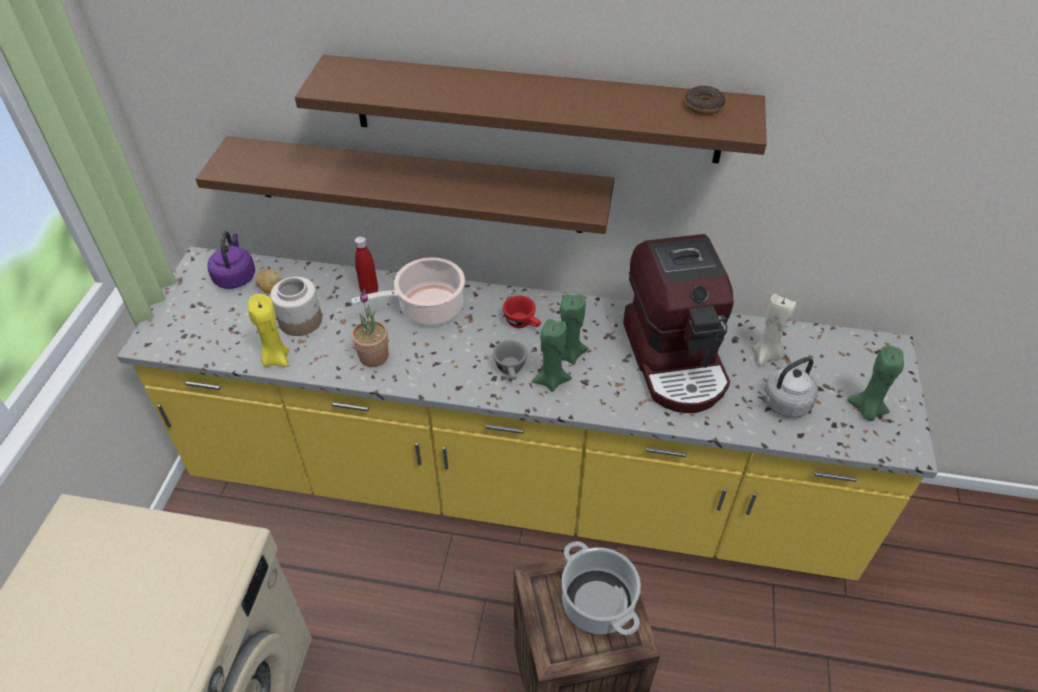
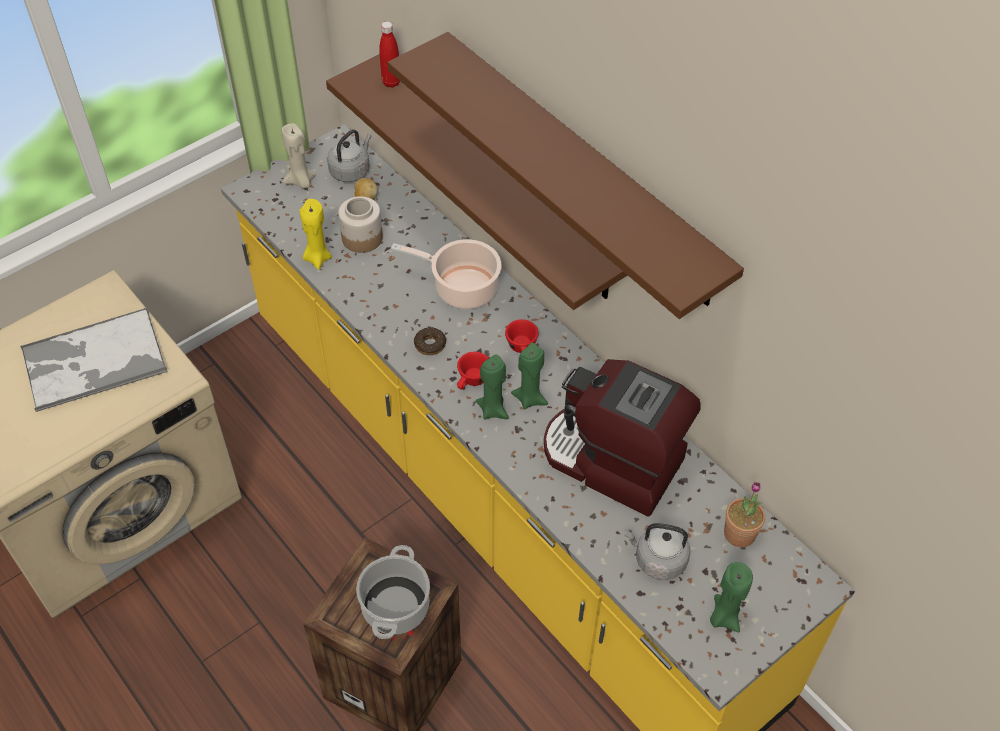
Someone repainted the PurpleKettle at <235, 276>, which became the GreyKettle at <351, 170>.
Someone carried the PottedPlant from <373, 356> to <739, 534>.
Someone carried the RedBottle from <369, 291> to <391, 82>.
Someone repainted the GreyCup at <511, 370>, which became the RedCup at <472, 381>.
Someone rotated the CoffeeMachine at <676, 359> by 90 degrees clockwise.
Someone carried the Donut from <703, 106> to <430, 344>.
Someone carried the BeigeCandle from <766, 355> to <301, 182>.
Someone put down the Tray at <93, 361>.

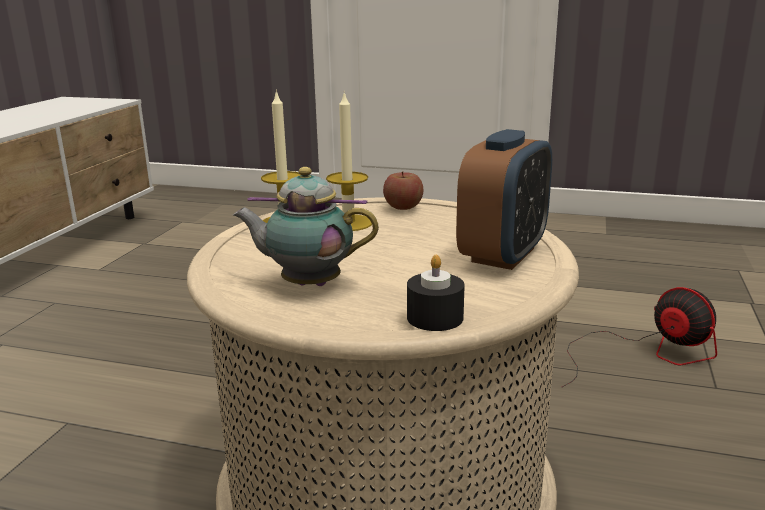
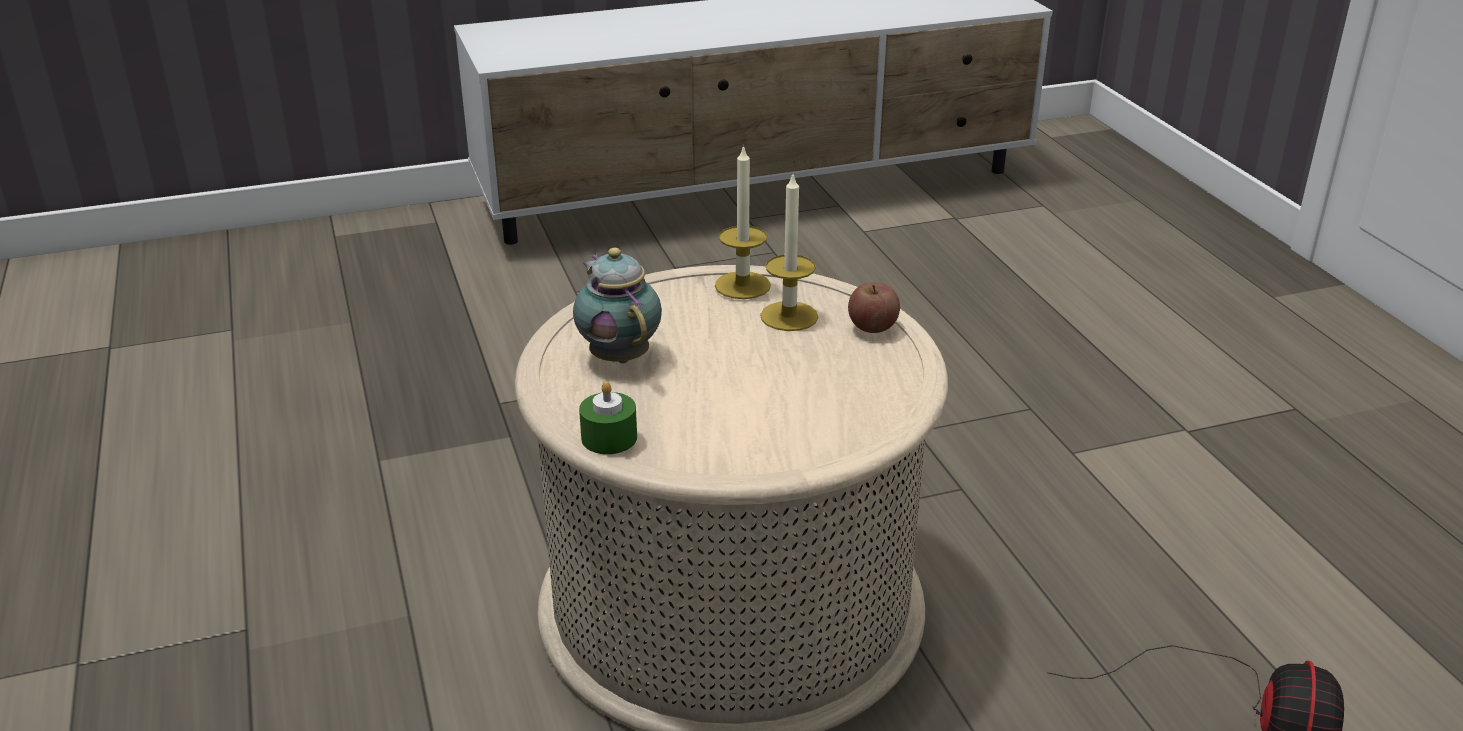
Someone repainted the BlackCandle at <435, 317>, which became the GreenCandle at <609, 438>.
Someone took away the AlarmClock at <503, 255>.

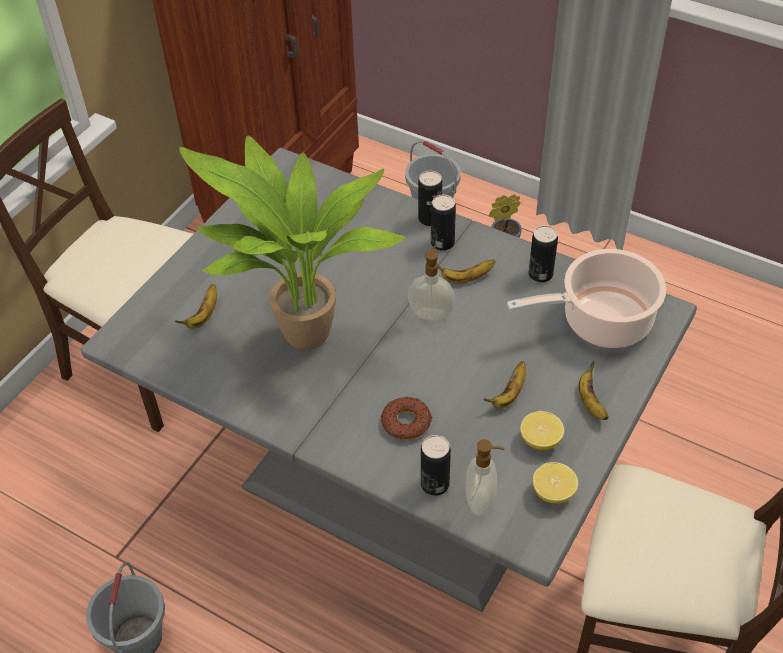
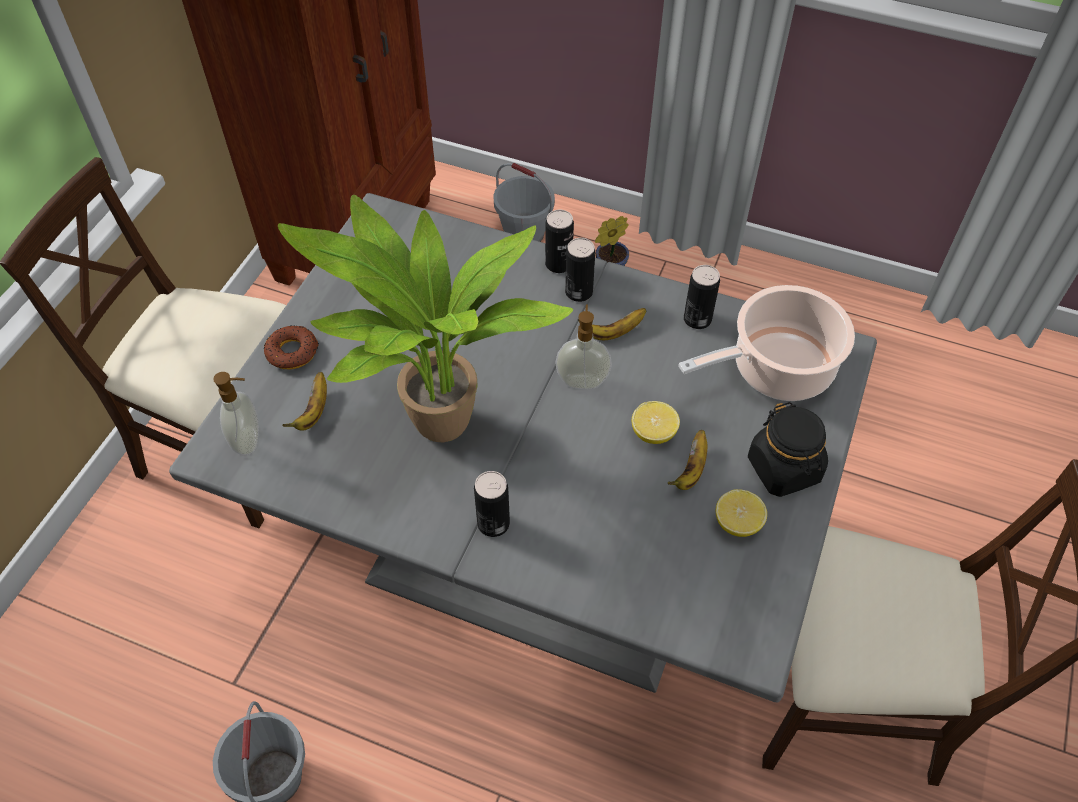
Someone carried the Donut from <406, 422> to <292, 352>.
Someone carried the Can from <435, 484> to <493, 523>.
Someone carried the SoapDispenser from <481, 501> to <249, 440>.
Someone carried the Lemon from <553, 492> to <653, 433>.
Someone swapped the Banana at <590, 402> for the BlackJar at <784, 469>.

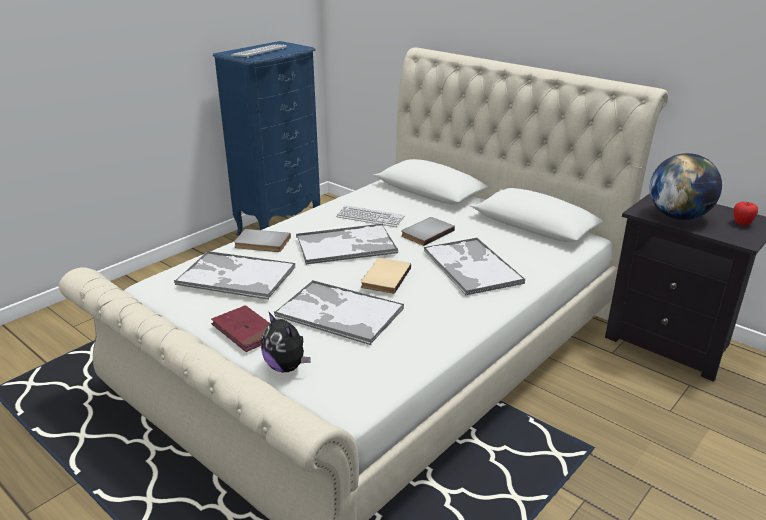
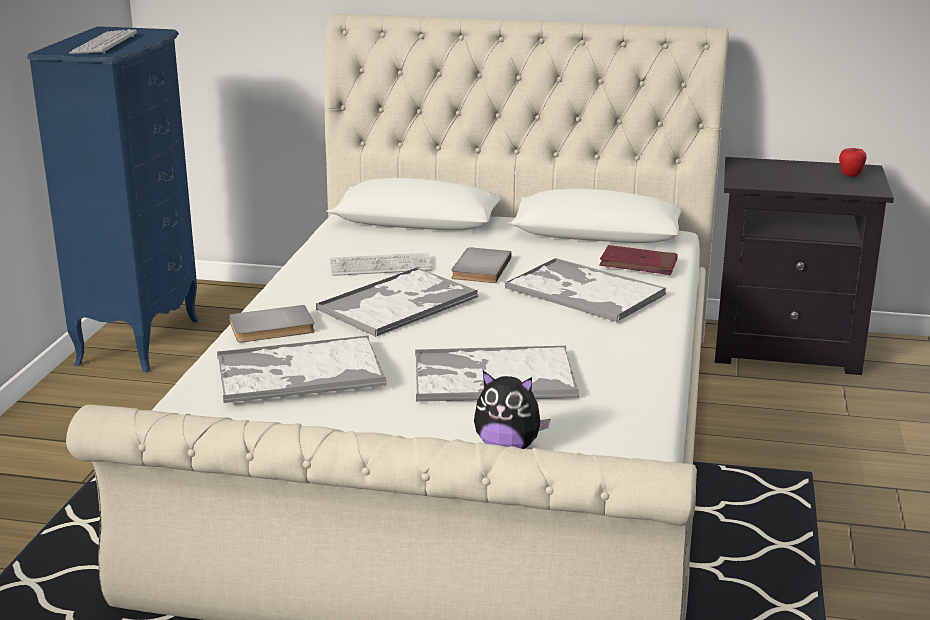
Someone carried the RedBook from <246, 331> to <638, 264>.
Someone took away the BeigeBook at <384, 277>.
Someone took away the Globe at <678, 216>.

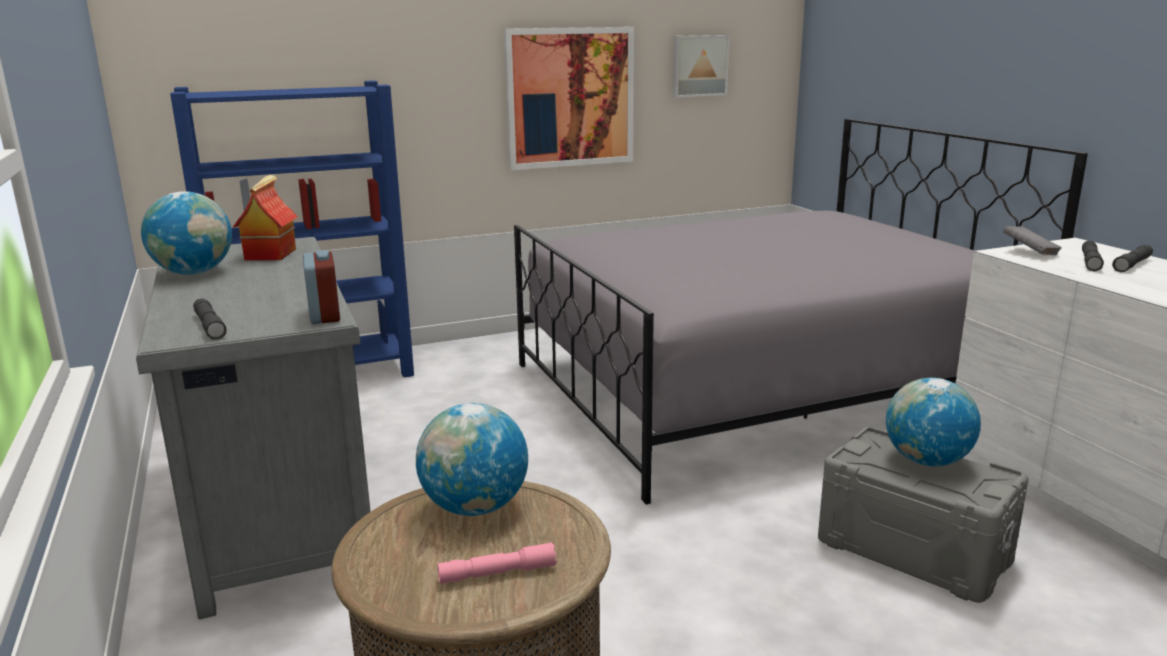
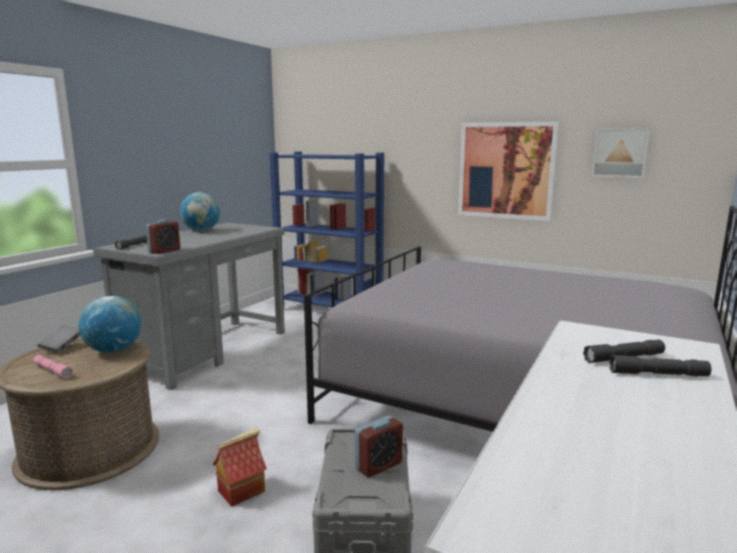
Someone carried the ToyHouse from <270, 254> to <242, 490>.
Someone swapped the Globe at <926, 461> for the AlarmClock at <378, 465>.
Someone carried the GreyBook from <1029, 253> to <61, 347>.

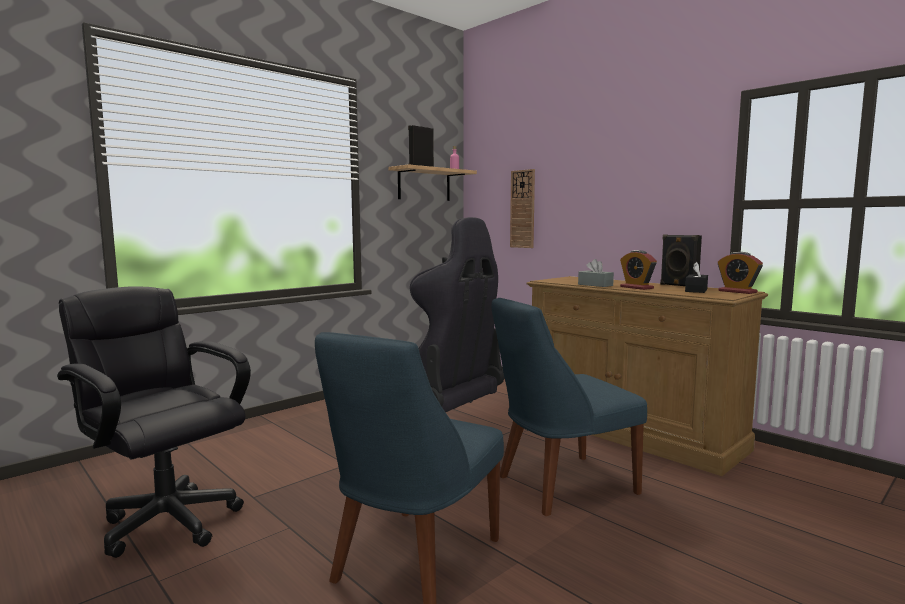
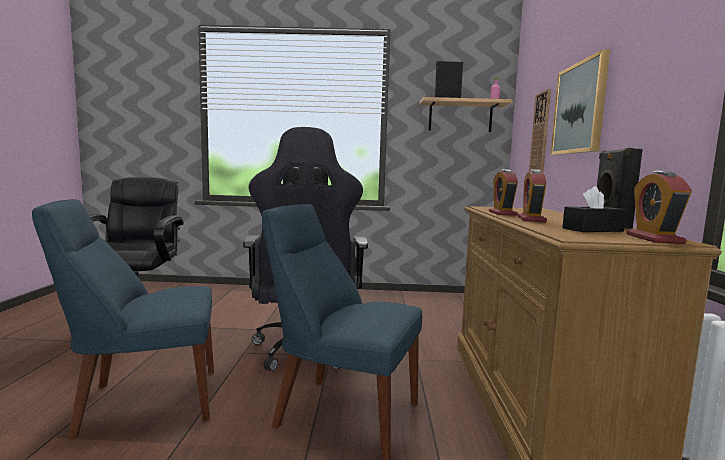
Someone swapped the GreyTissueBox at <595, 285> for the AlarmClock at <502, 213>.
Someone put up the Picture at <580, 108>.

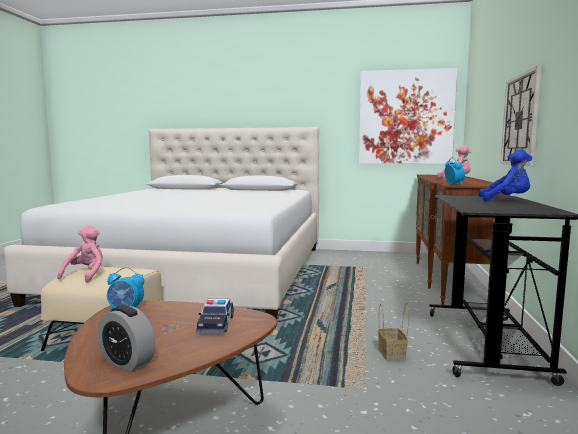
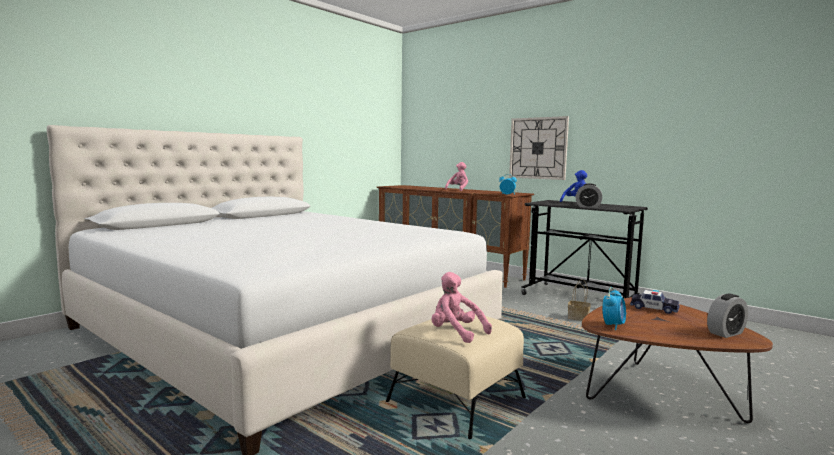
Someone took away the Picture at <406, 117>.
Someone put down the AlarmClock at <588, 206>.

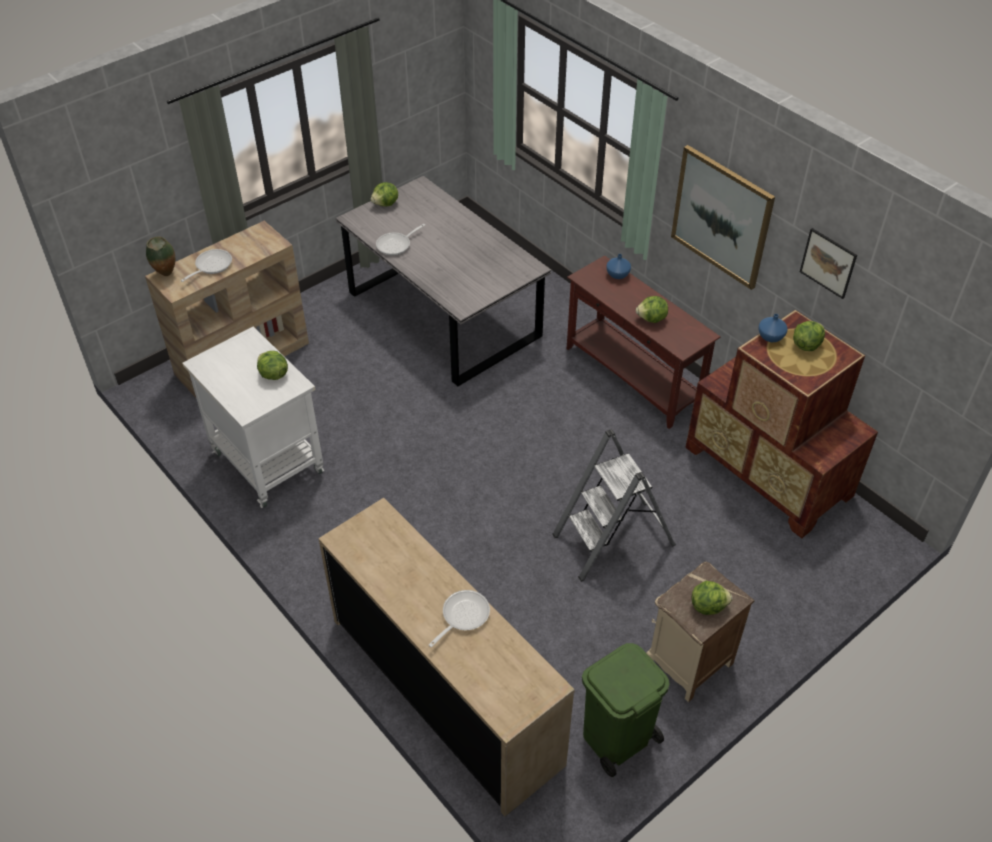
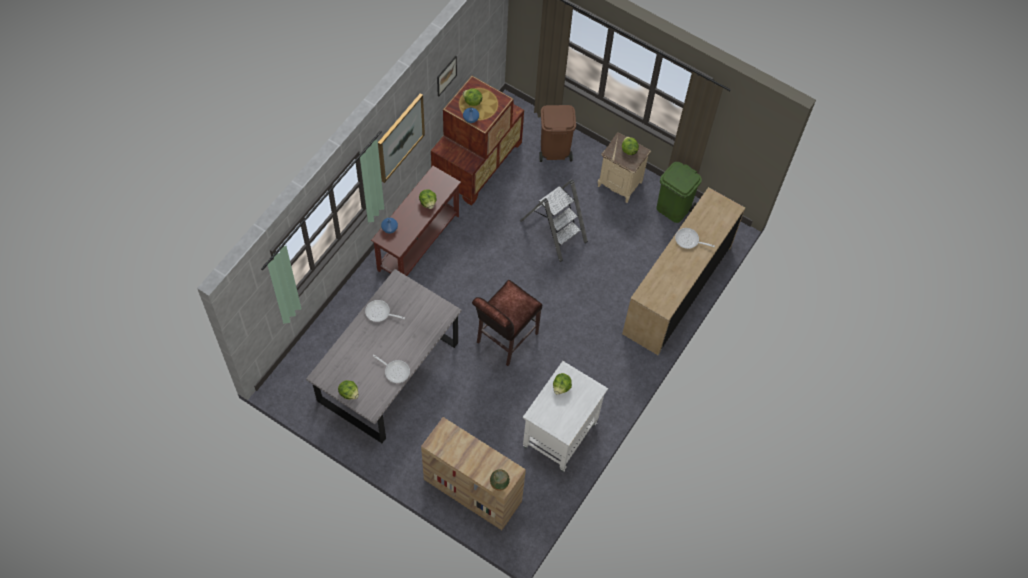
Someone carried the FryingPan from <211, 266> to <380, 313>.
Someone put down the BrownStool at <504, 340>.
Someone put down the BrownTrashCan at <554, 150>.

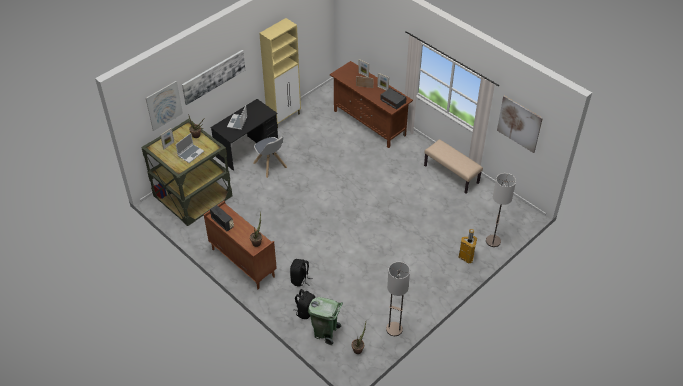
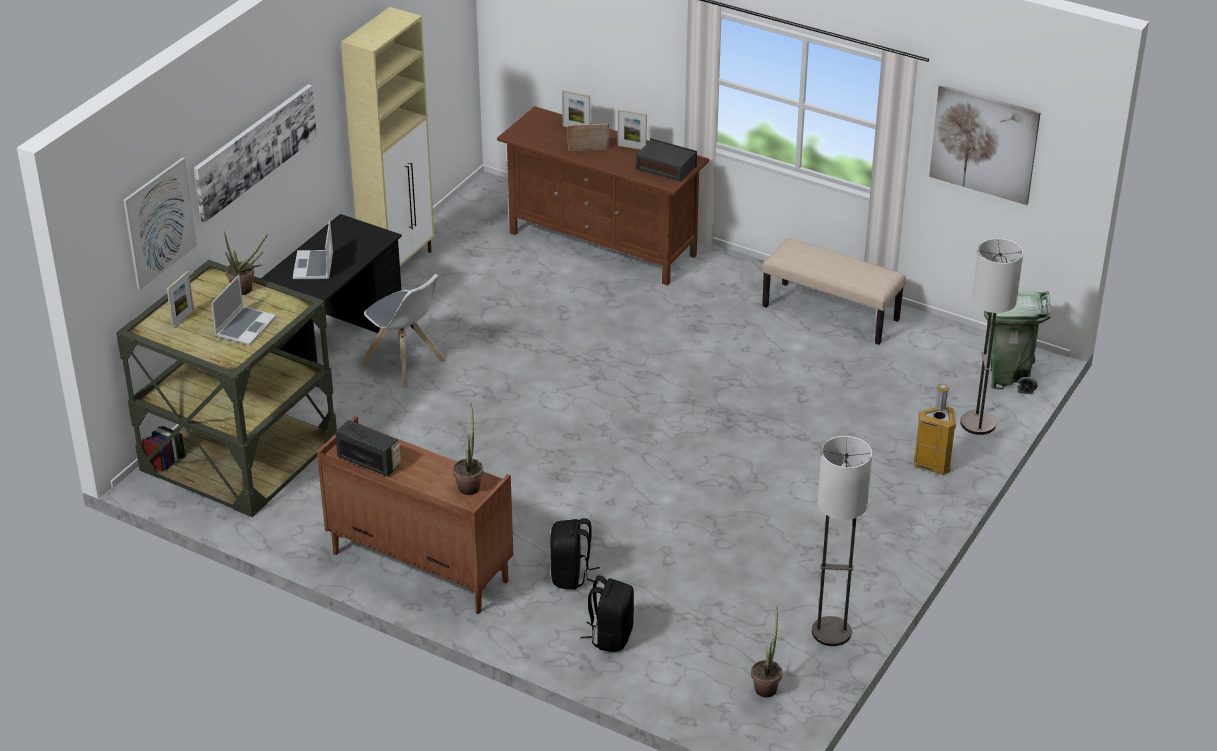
Someone carried the GreenTrashCan from <325, 332> to <1009, 378>.

